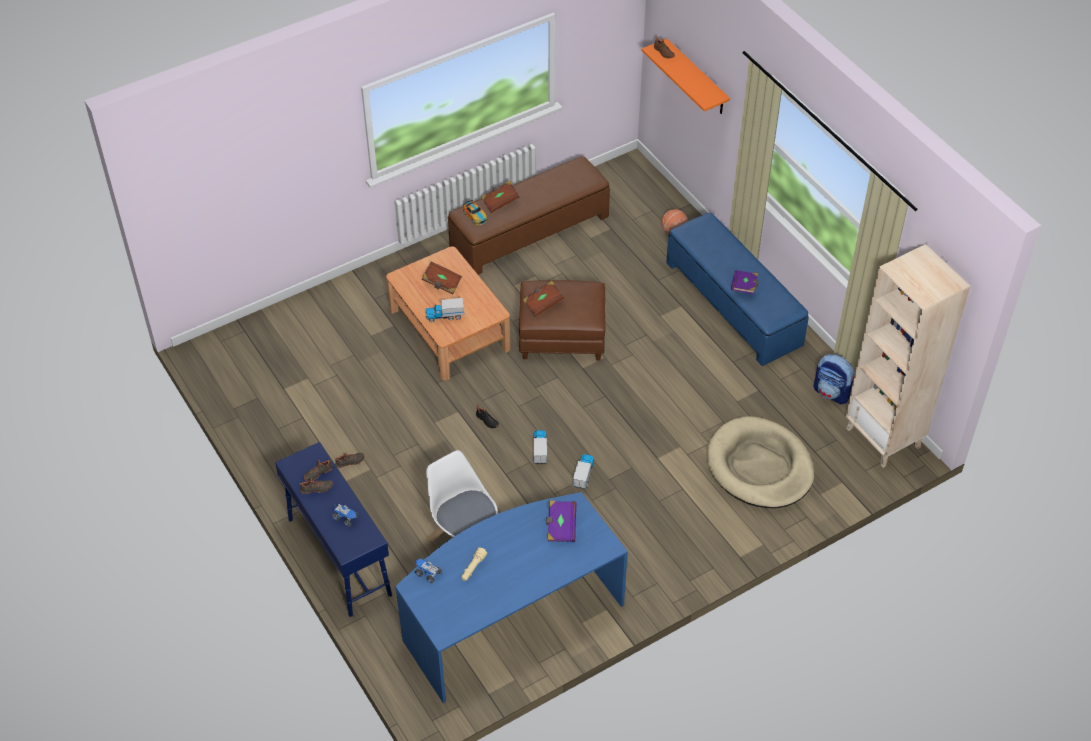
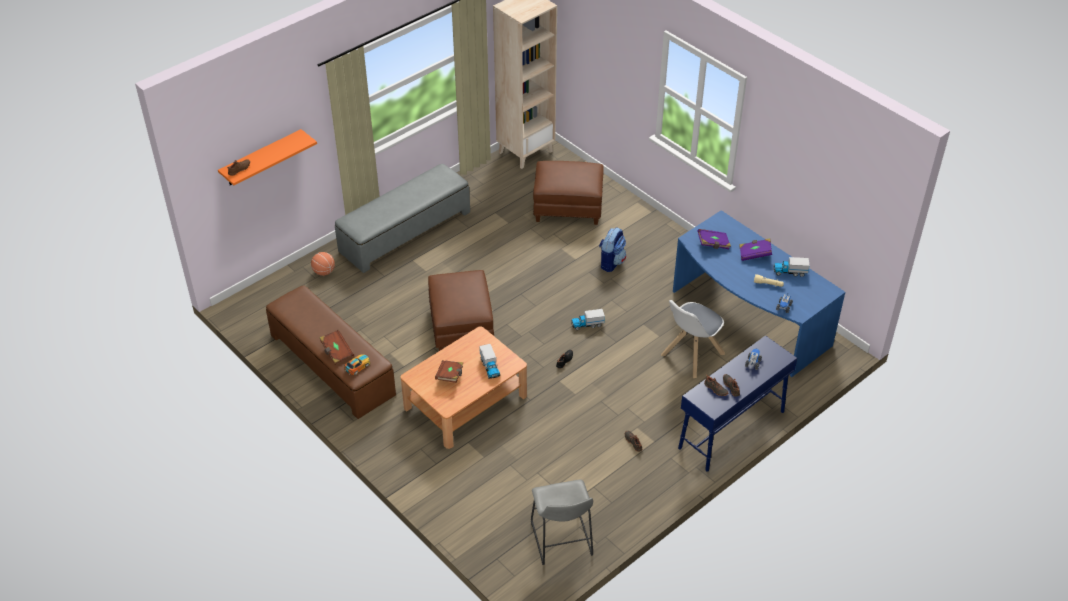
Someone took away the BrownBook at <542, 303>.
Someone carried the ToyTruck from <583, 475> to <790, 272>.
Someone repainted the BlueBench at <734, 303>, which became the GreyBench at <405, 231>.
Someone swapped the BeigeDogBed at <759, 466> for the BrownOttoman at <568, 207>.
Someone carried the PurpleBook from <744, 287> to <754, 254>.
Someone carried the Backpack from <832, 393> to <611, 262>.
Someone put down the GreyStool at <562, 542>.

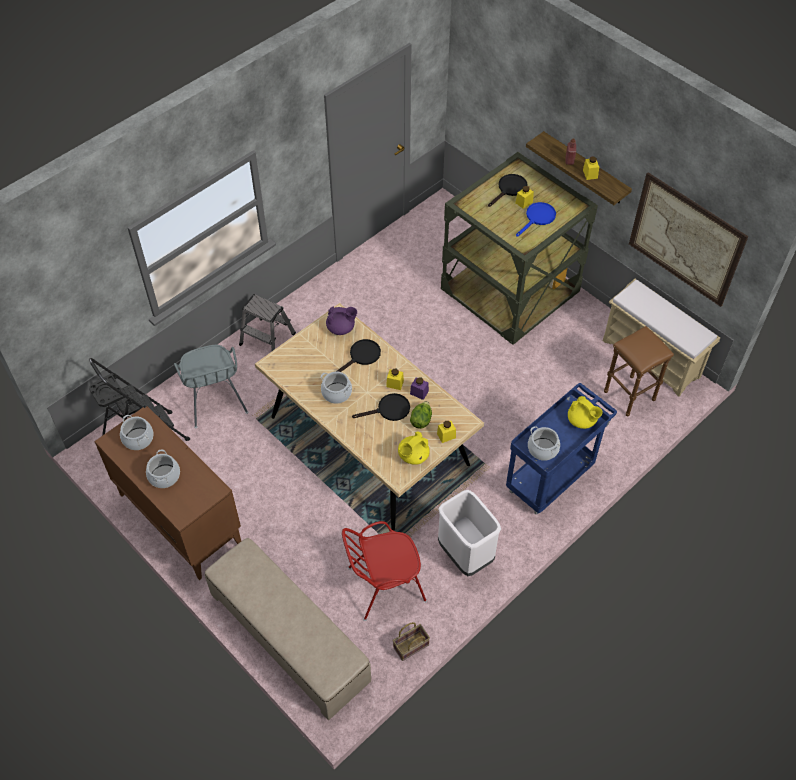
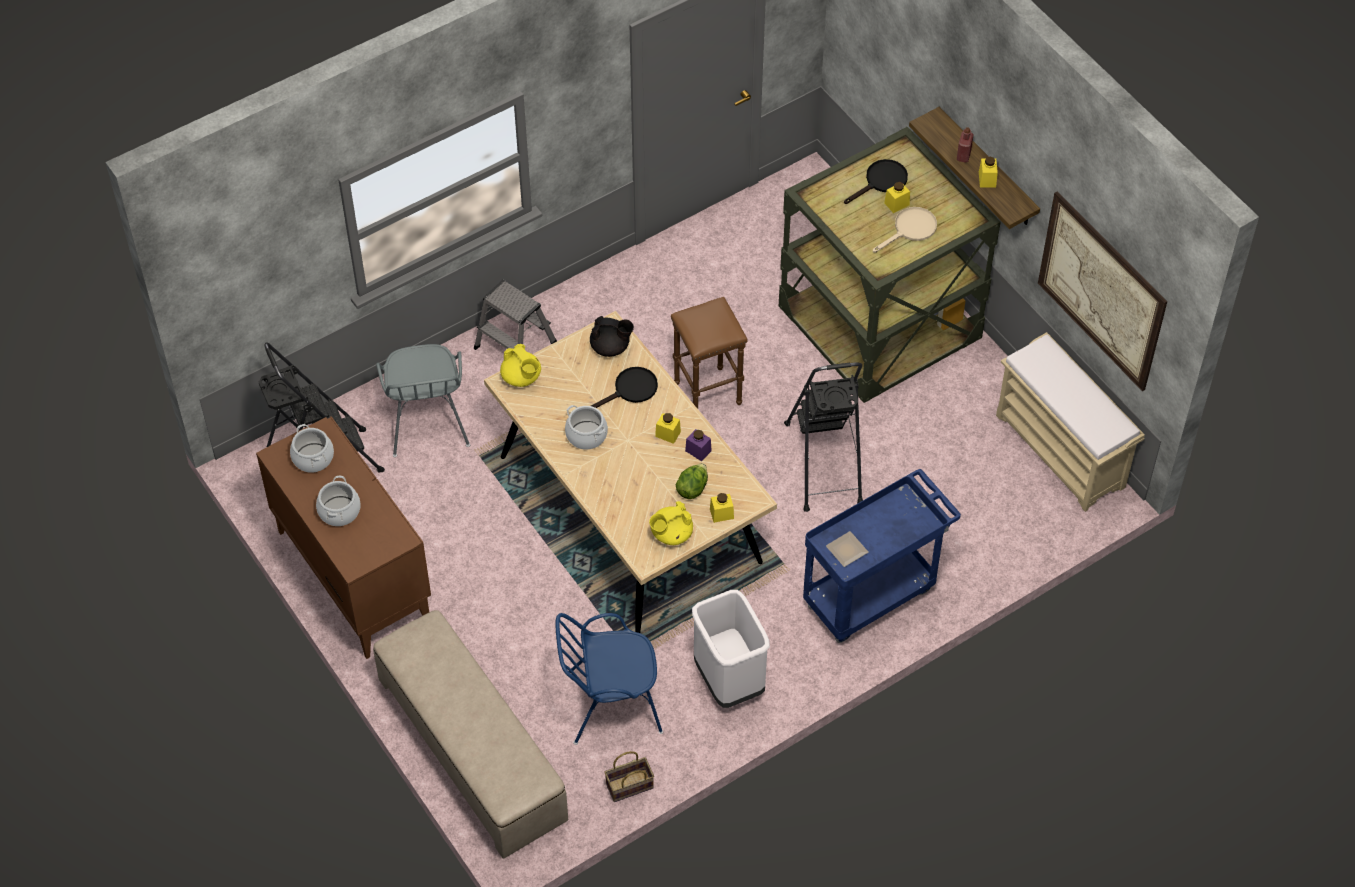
Someone repainted the PurpleTeapot at <341, 328>, which became the BlackTeapot at <611, 347>.
Someone repainted the RedChair at <383, 585>, which became the BlueChair at <609, 704>.
Someone took away the BlackFryingPan at <389, 410>.
Someone repainted the BlueFryingPan at <538, 218>, which became the BeigeFryingPan at <910, 229>.
Someone swapped the CookingPot at <543, 449> for the Plate at <848, 550>.
Someone carried the YellowTeapot from <582, 421> to <521, 378>.
Someone carried the BrownStool from <630, 395> to <709, 393>.
Someone put down the StepLadder at <823, 463>.

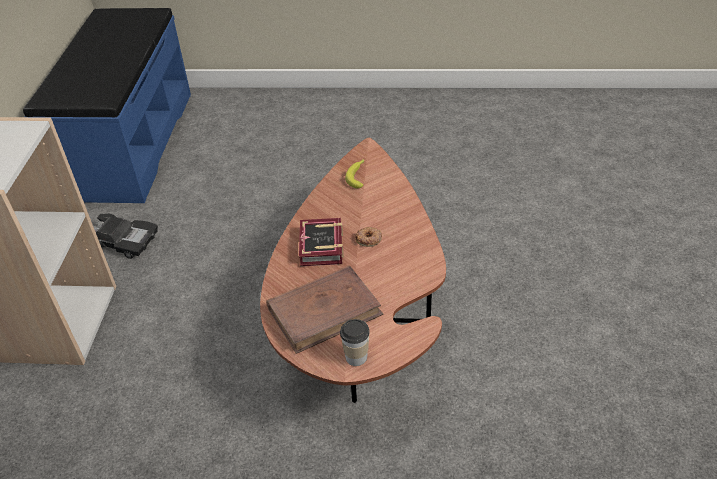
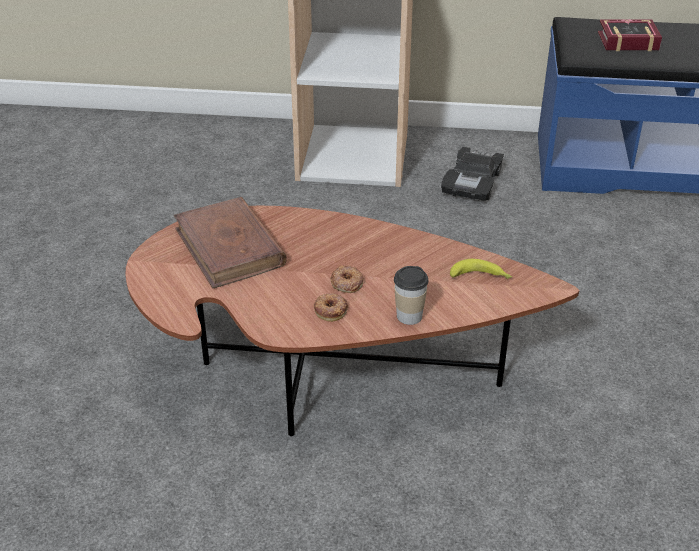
Someone carried the Book from <319, 248> to <625, 40>.
Someone carried the Cup from <356, 357> to <409, 316>.
Someone put down the Donut at <331, 310>.

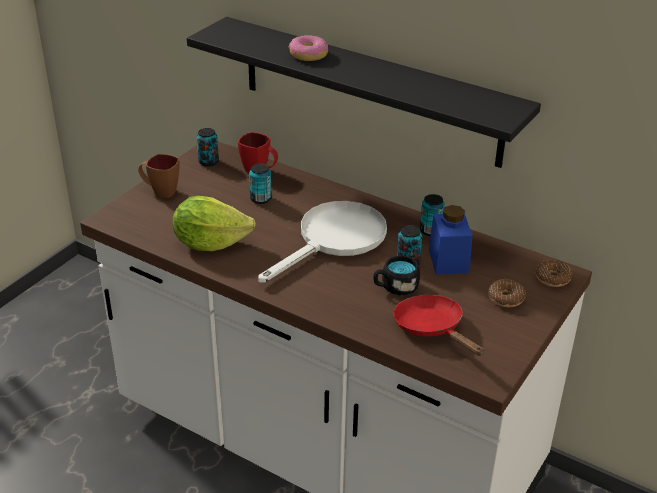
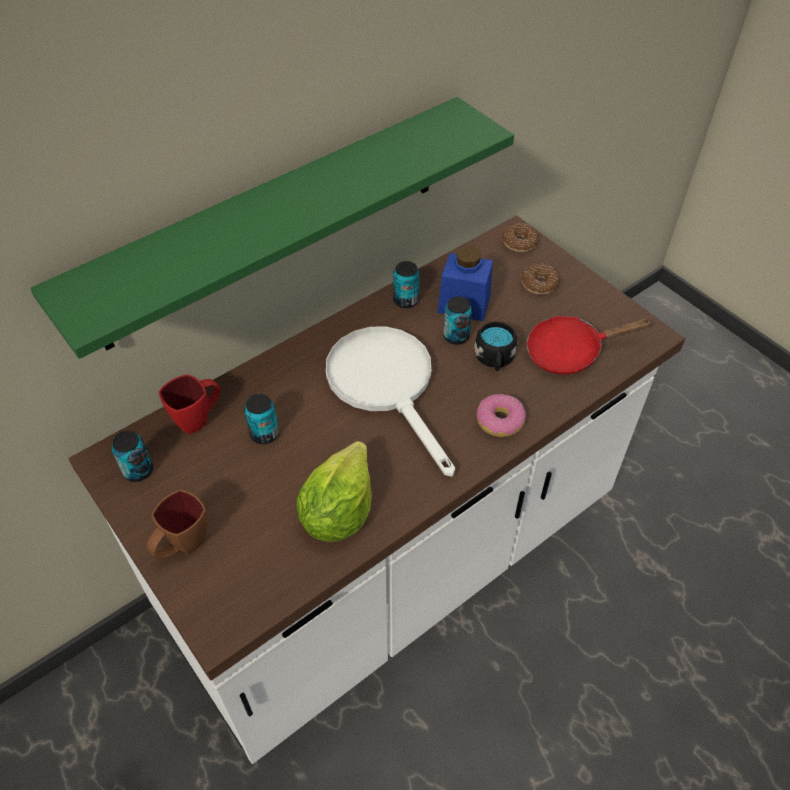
Someone repainted the BlackShelf at <369, 91>, which became the GreenShelf at <274, 223>.
Someone carried the Donut from <308, 55> to <500, 421>.

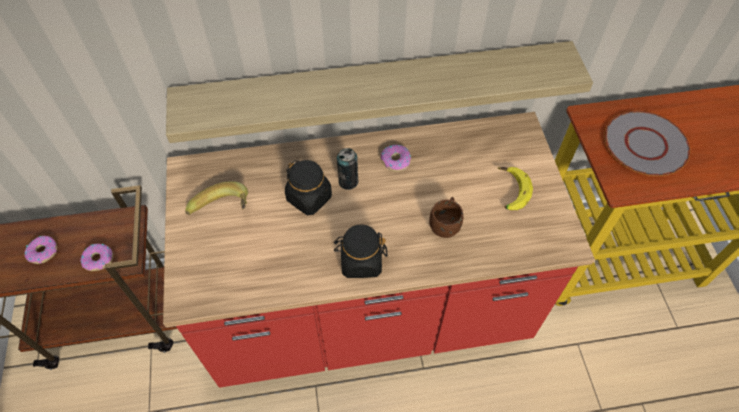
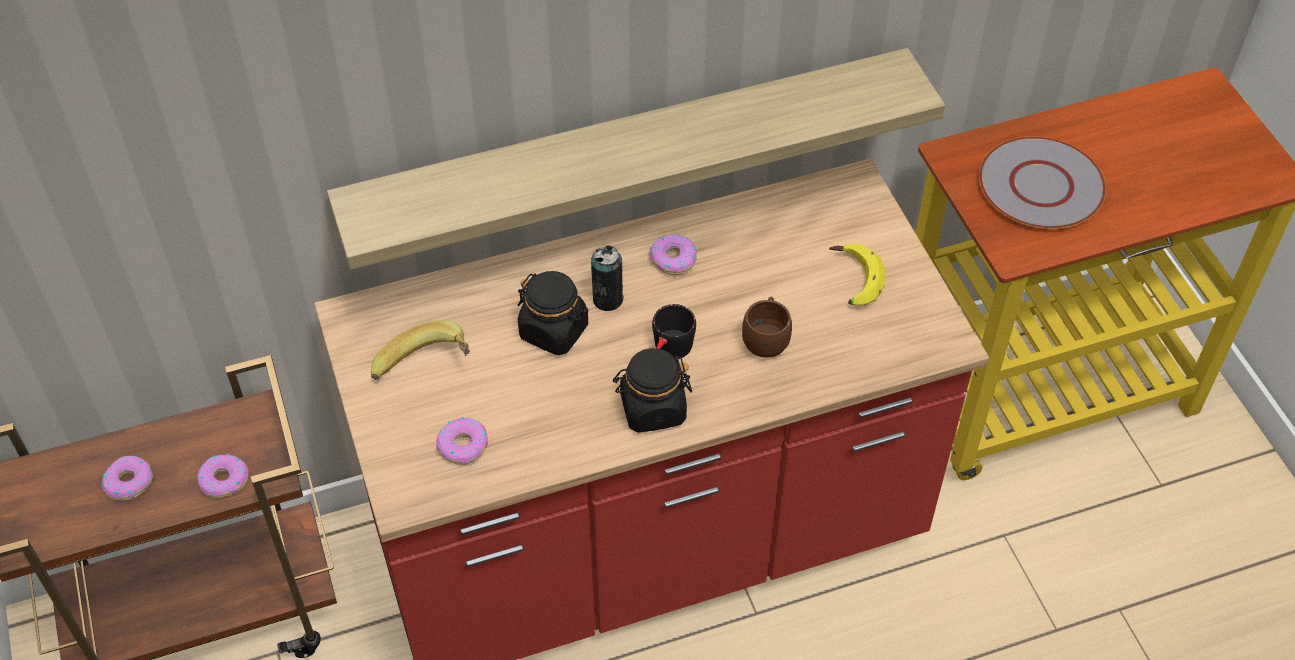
Someone put down the Donut at <463, 446>.
Someone put down the BlackMug at <669, 352>.

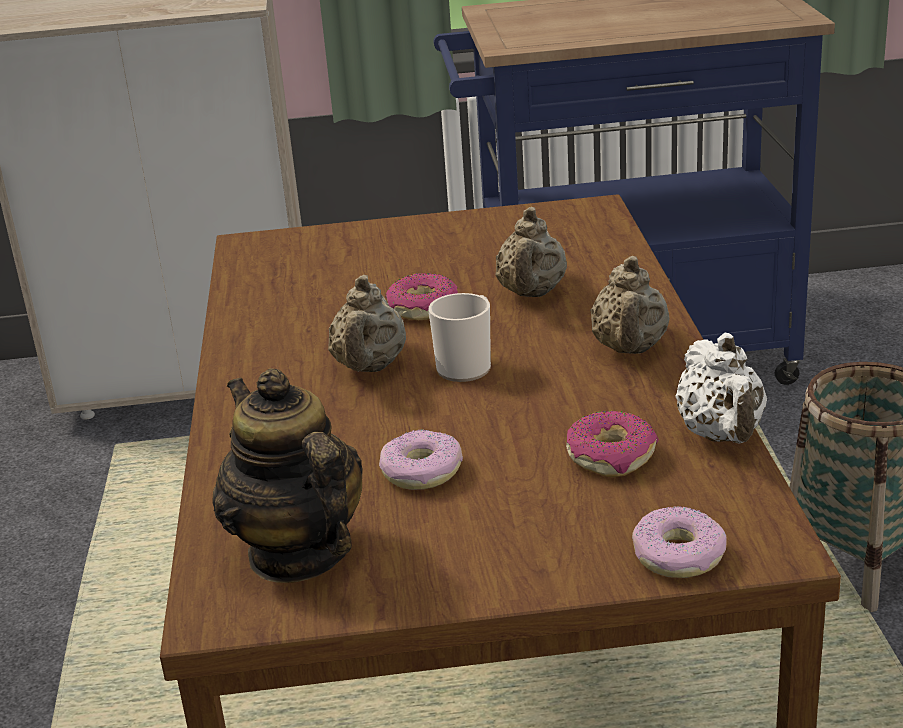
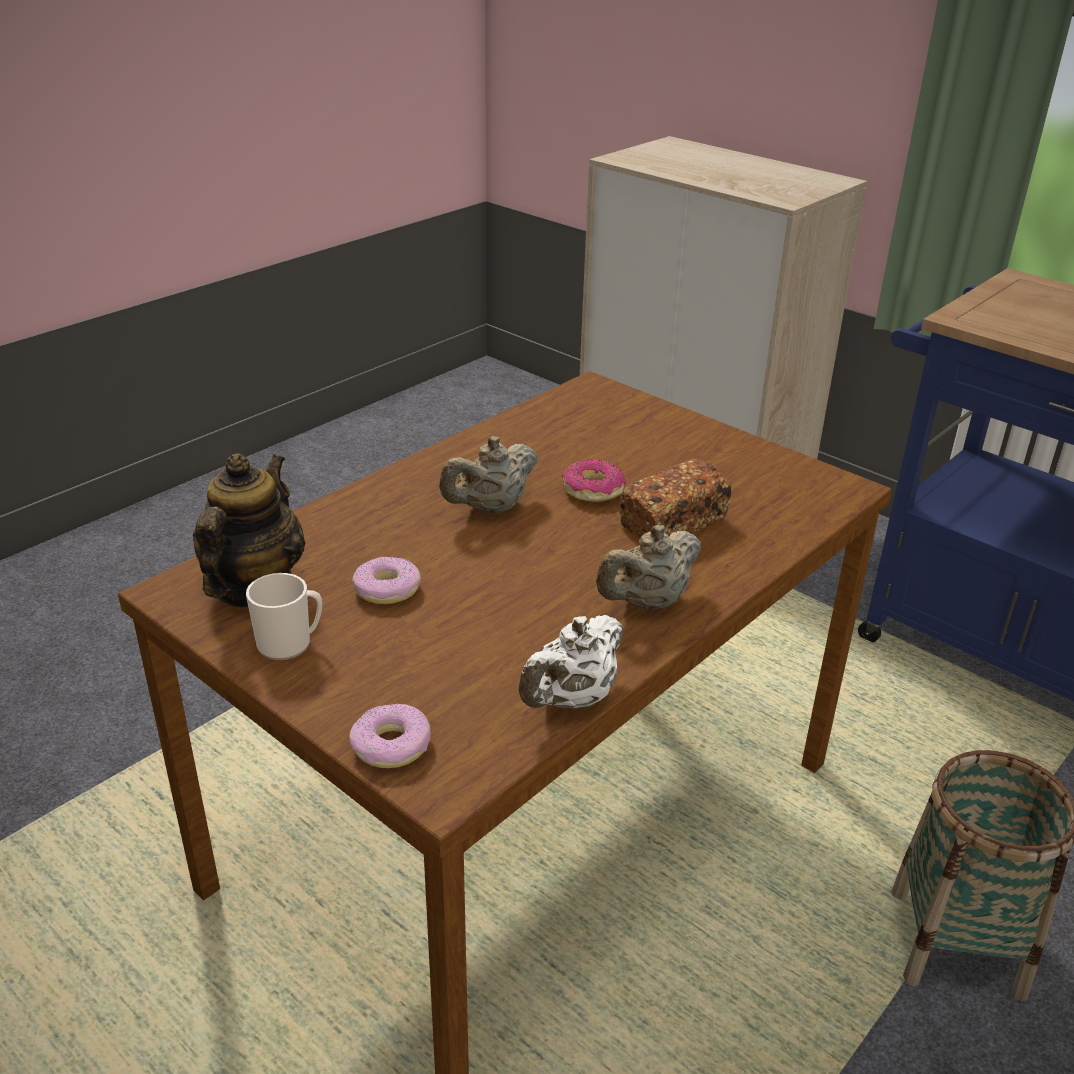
Someone carried the Mug from <468, 366> to <290, 644>.
Someone swapped the BeigeTeapot at <531, 294> for the Bread at <673, 523>.
Someone took away the Donut at <611, 456>.

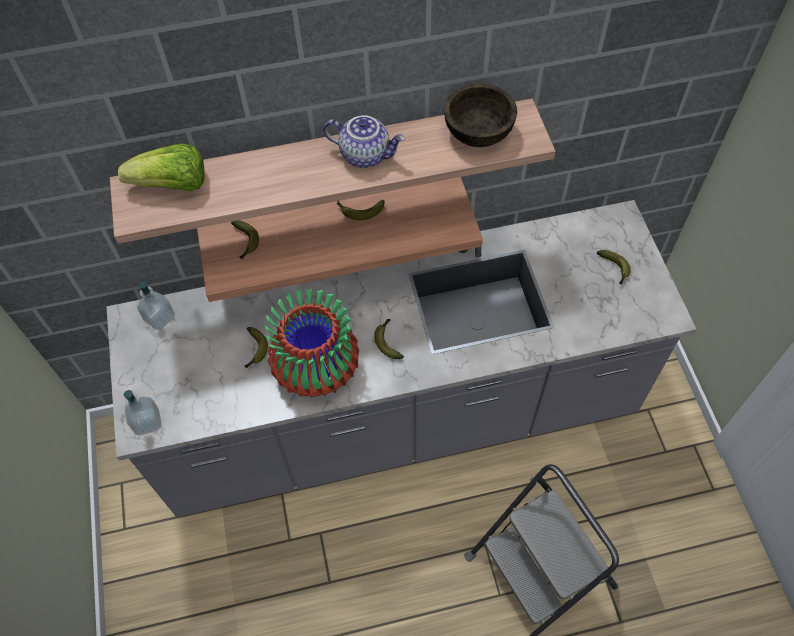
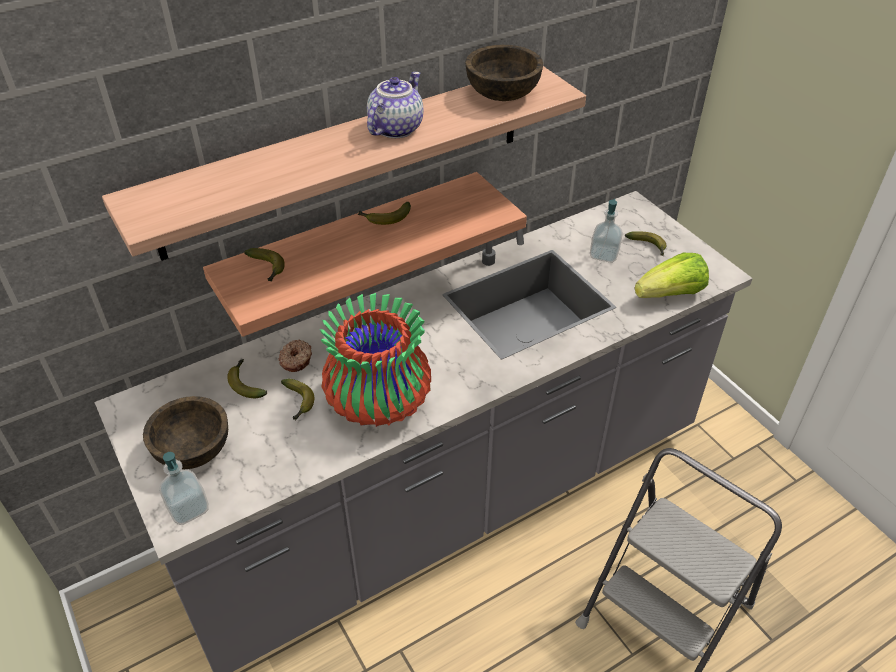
Someone carried the Lettuce from <172, 185> to <671, 294>.
Someone carried the SoapDispenser from <159, 318> to <604, 254>.
Someone rotated the Teapot at <366, 154> by 60 degrees counterclockwise.
Someone carried the Banana from <388, 341> to <246, 383>.
Someone put down the BrownBowl at <193, 450>.
Someone put down the Donut at <297, 360>.

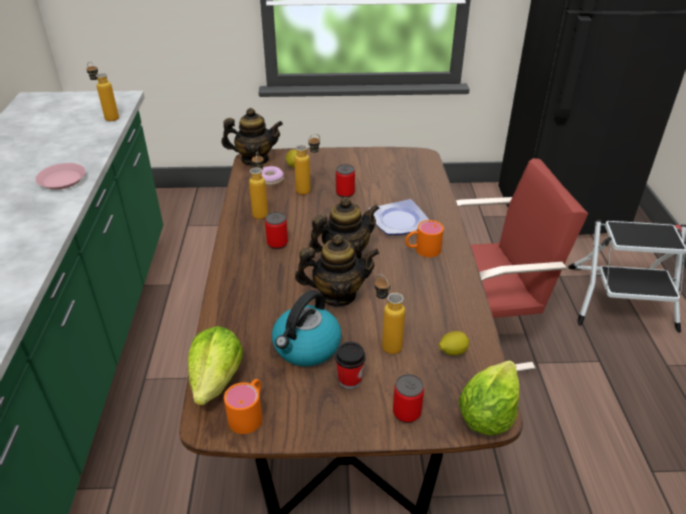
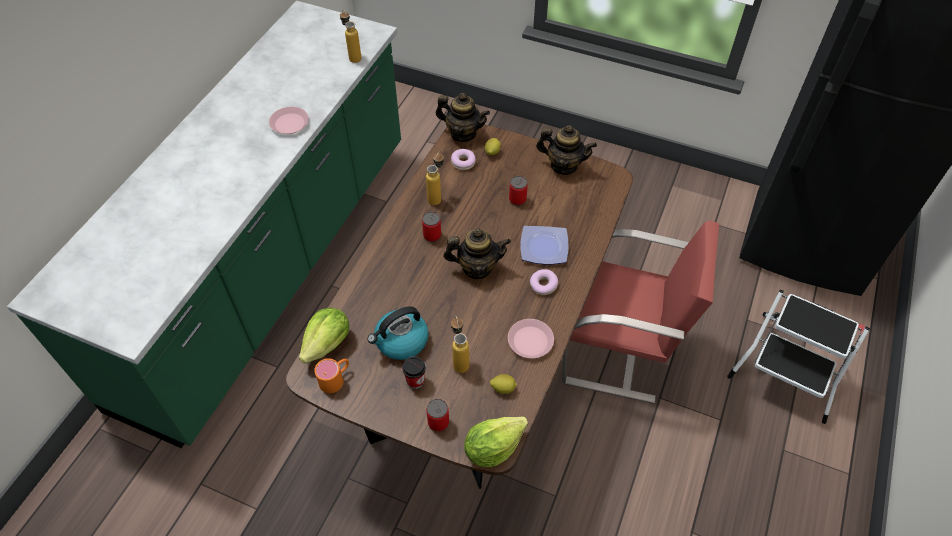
Someone took away the Bottle at <309, 189>.
Someone carried the Teapot from <337, 295> to <563, 165>.
Someone swapped the OrangeMug at <422, 250> for the Donut at <543, 285>.
Someone put down the PinkPlate at <530, 341>.

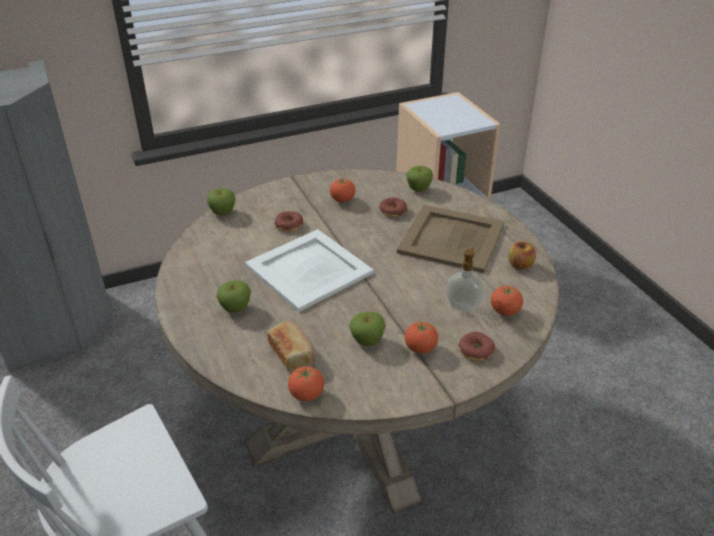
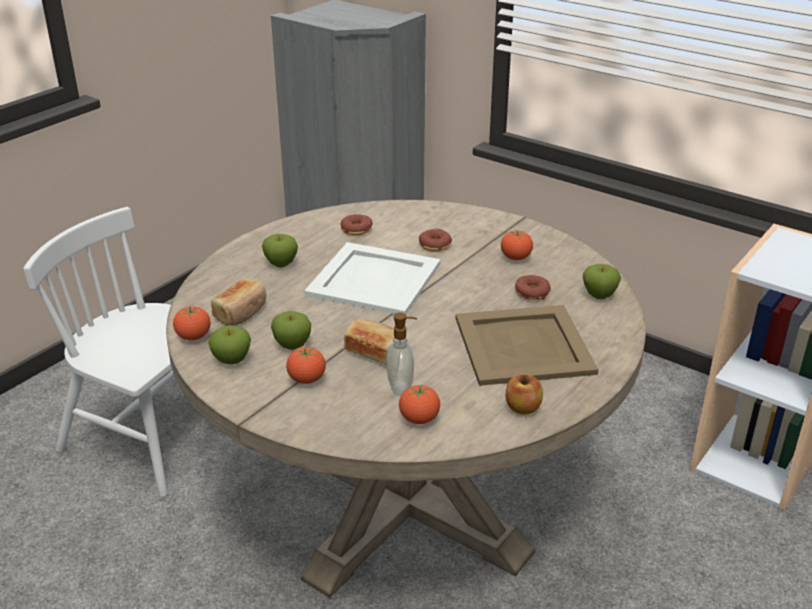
Someone carried the Apple from <223, 213> to <232, 360>.
Someone carried the Donut from <476, 351> to <356, 230>.
Someone put down the Bread at <376, 352>.

